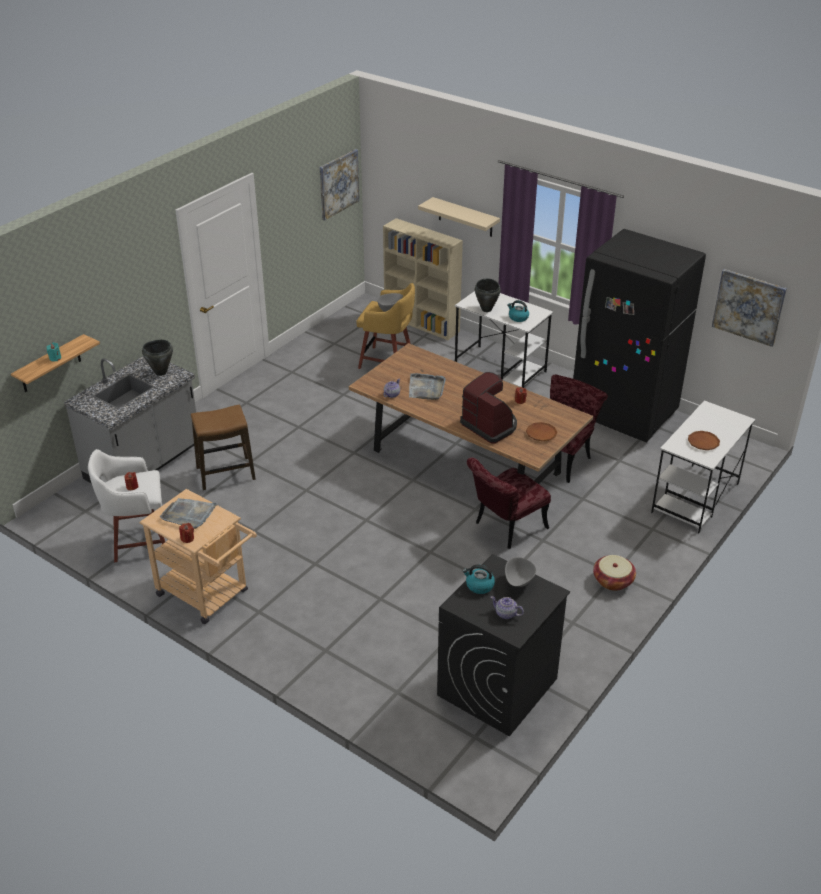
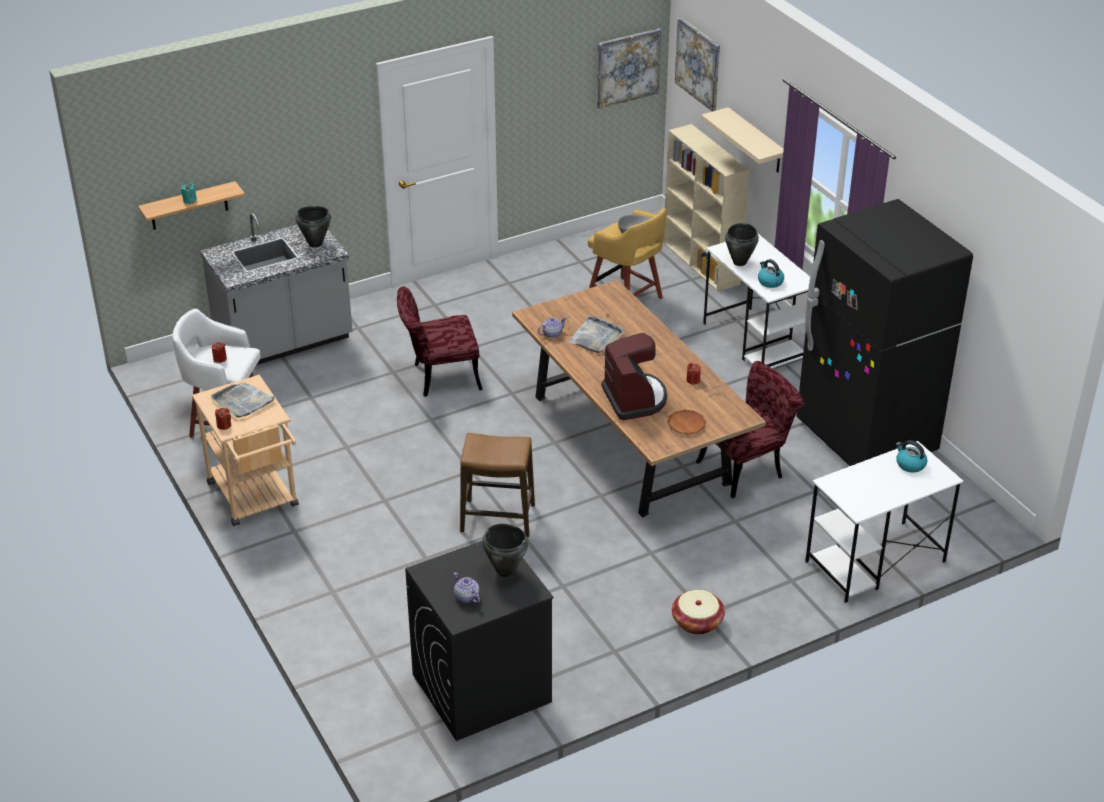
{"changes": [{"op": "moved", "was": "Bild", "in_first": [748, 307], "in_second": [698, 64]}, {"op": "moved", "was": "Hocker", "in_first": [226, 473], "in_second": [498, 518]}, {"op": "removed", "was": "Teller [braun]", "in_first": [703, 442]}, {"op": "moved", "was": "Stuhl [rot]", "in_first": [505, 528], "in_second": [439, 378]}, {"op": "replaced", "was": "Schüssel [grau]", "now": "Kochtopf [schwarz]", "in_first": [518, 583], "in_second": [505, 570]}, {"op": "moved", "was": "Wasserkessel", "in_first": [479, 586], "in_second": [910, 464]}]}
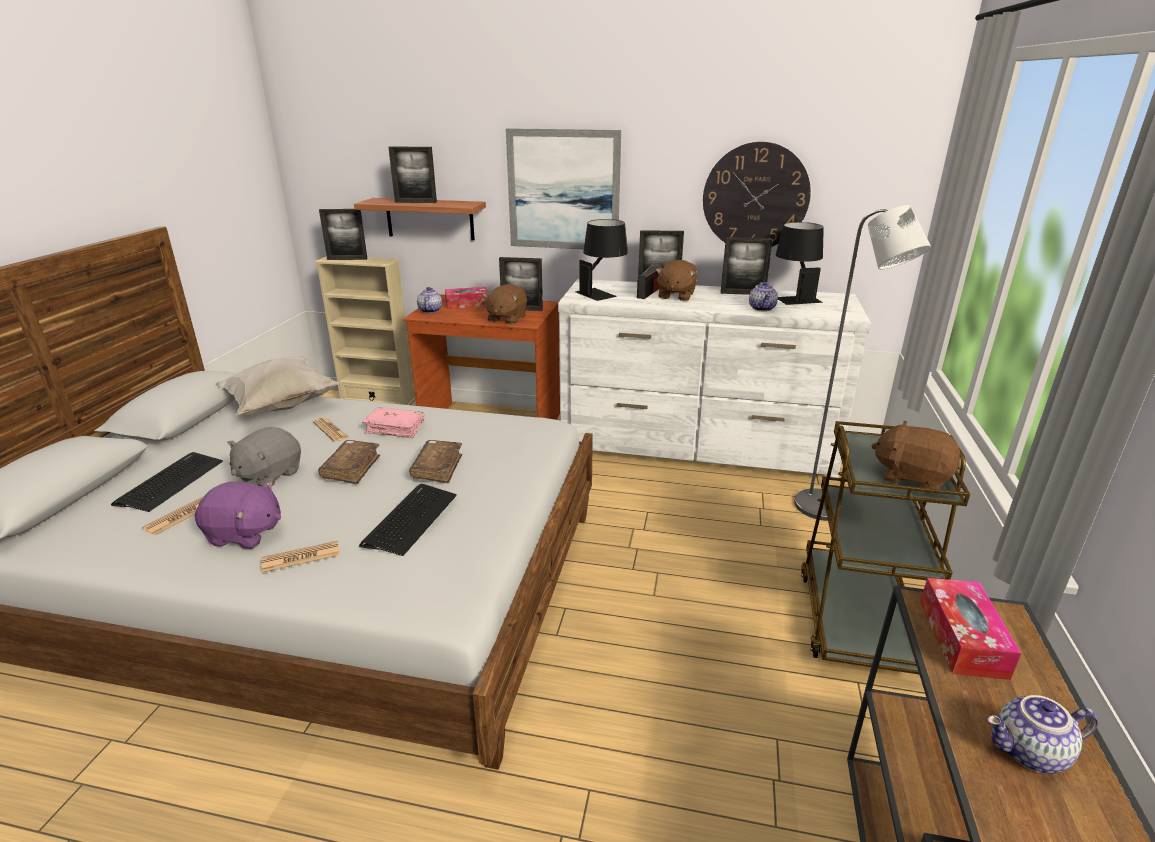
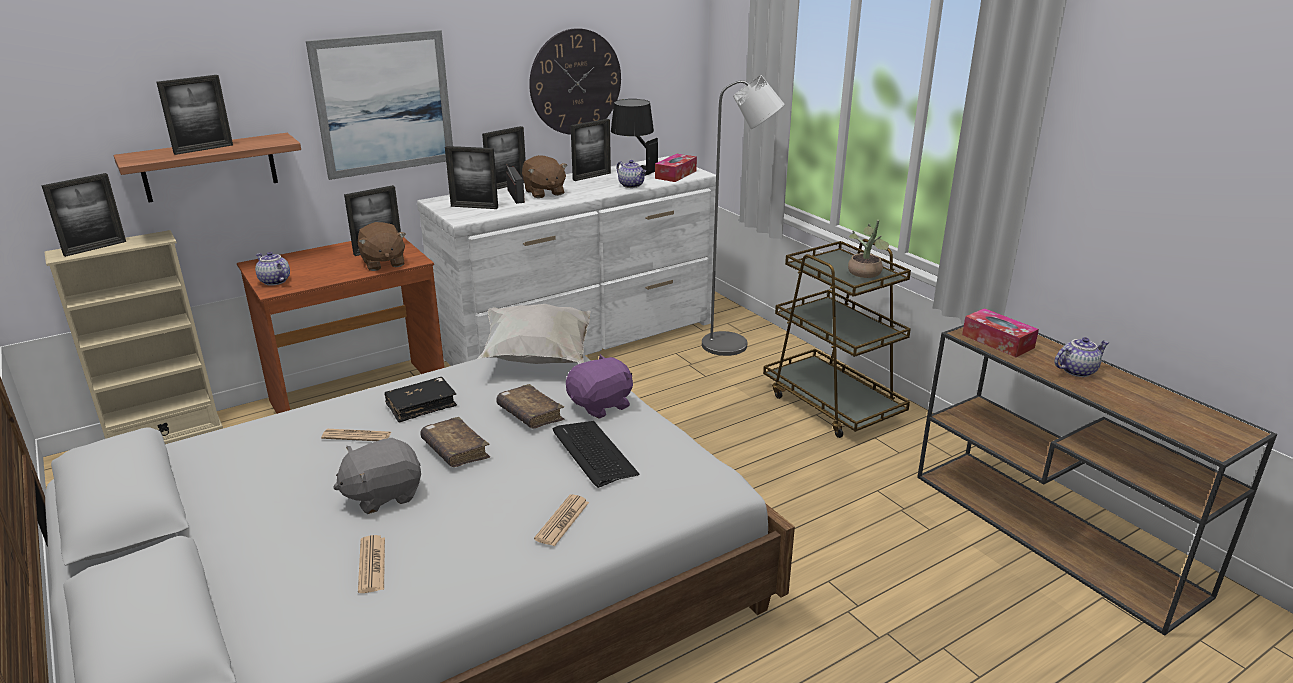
{"changes": [{"op": "replaced", "was": "Tischlampe [schwarz]", "now": "Bilderrahmen", "in_first": [602, 292], "in_second": [474, 207]}, {"op": "moved", "was": "Taschentuchbox", "in_first": [467, 304], "in_second": [675, 174]}, {"op": "moved", "was": "Kissen [weiß]", "in_first": [280, 406], "in_second": [538, 359]}, {"op": "recoloured", "was": "Buch [rosa]", "now": "Buch [schwarz]", "in_first": [395, 428], "in_second": [421, 406]}, {"op": "replaced", "was": "Plüschtier [braun]", "now": "Topfpflanze", "in_first": [911, 477], "in_second": [865, 274]}, {"op": "turned", "was": "Plüschtier [grau]", "in_first": [269, 475], "in_second": [383, 495], "clockwise": 75}, {"op": "removed", "was": "Tastatur", "in_first": [170, 482]}, {"op": "moved", "was": "Plüschtier [lila]", "in_first": [245, 534], "in_second": [601, 405]}, {"op": "turned", "was": "Teekanne", "in_first": [1030, 753], "in_second": [1076, 370], "clockwise": -150}]}
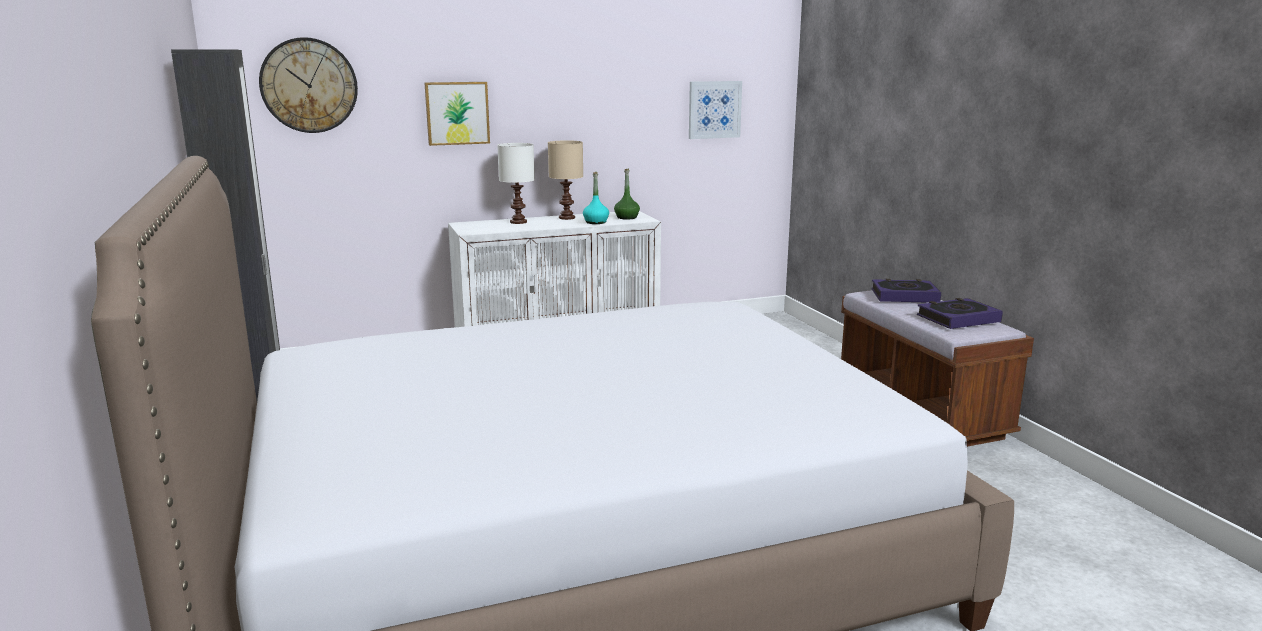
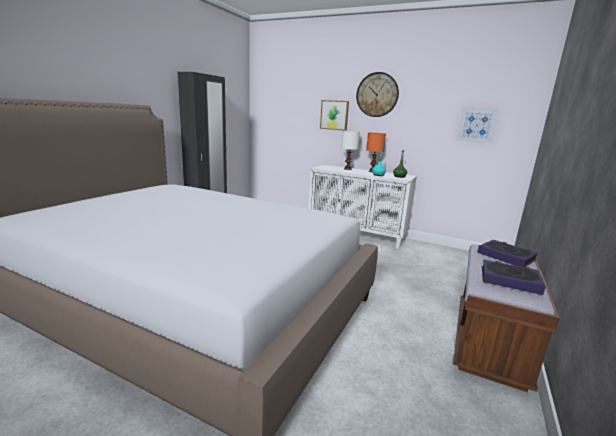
{"changes": [{"op": "moved", "was": "Wanduhr", "in_first": [309, 85], "in_second": [377, 95]}, {"op": "recoloured", "was": "Tischlampe [beige]", "now": "Tischlampe [orange]", "in_first": [567, 218], "in_second": [372, 171]}]}
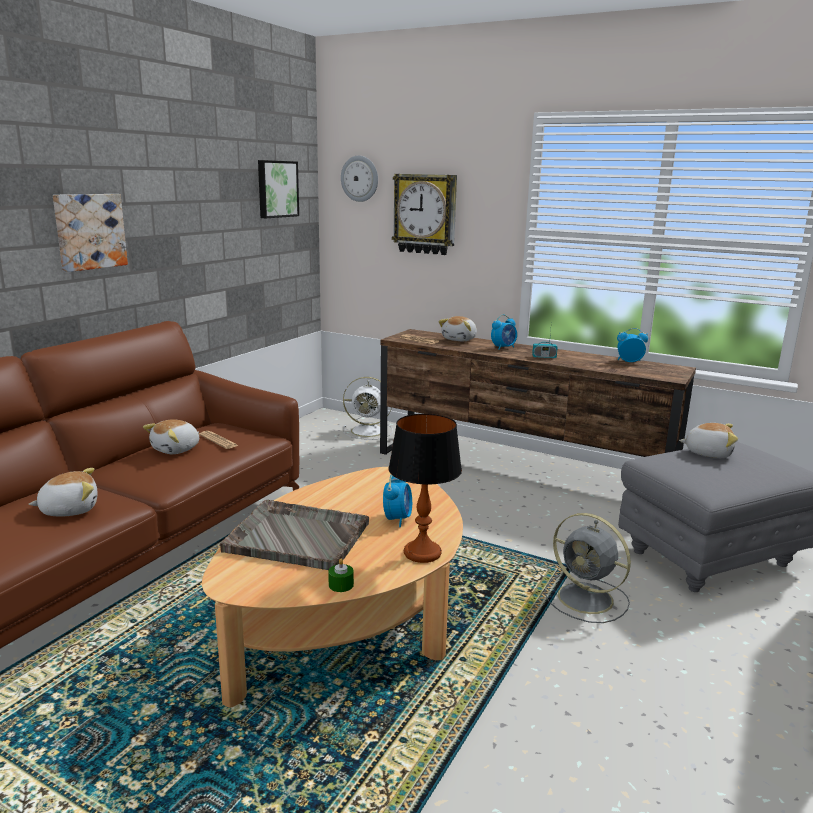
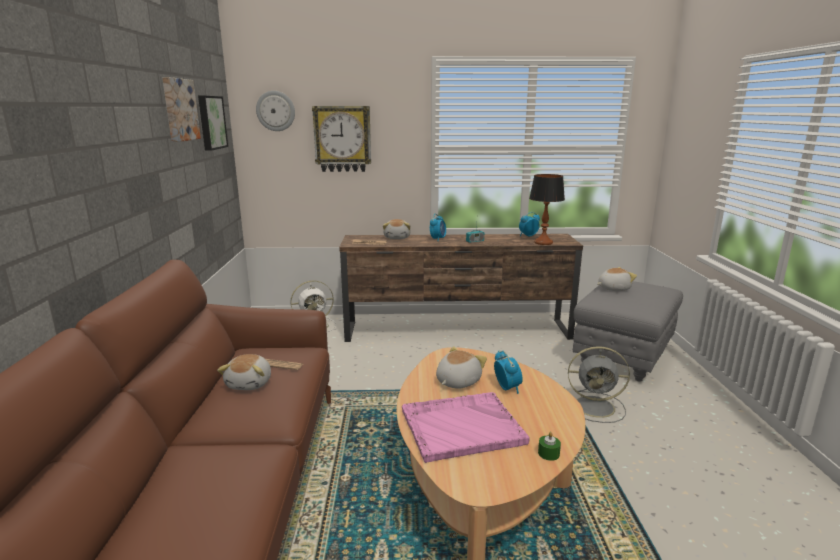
{"changes": [{"op": "moved", "was": "Bild", "in_first": [89, 231], "in_second": [179, 110]}, {"op": "moved", "was": "Tischlampe", "in_first": [423, 553], "in_second": [543, 242]}, {"op": "moved", "was": "Plüschtier", "in_first": [69, 509], "in_second": [457, 381]}, {"op": "recoloured", "was": "Tablett [grau]", "now": "Tablett [rosa]", "in_first": [296, 536], "in_second": [461, 427]}]}
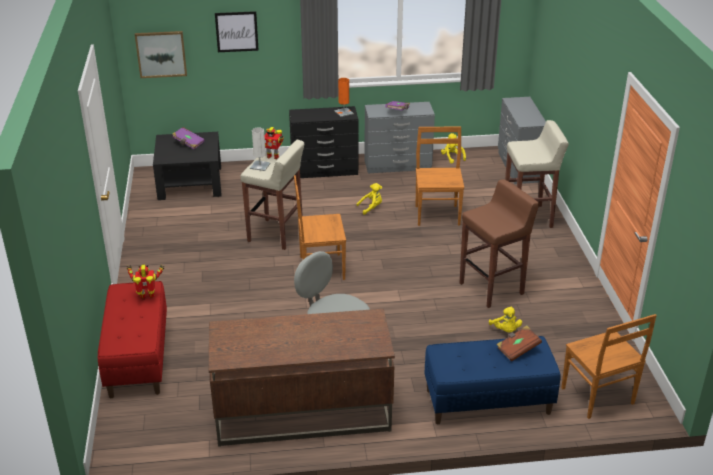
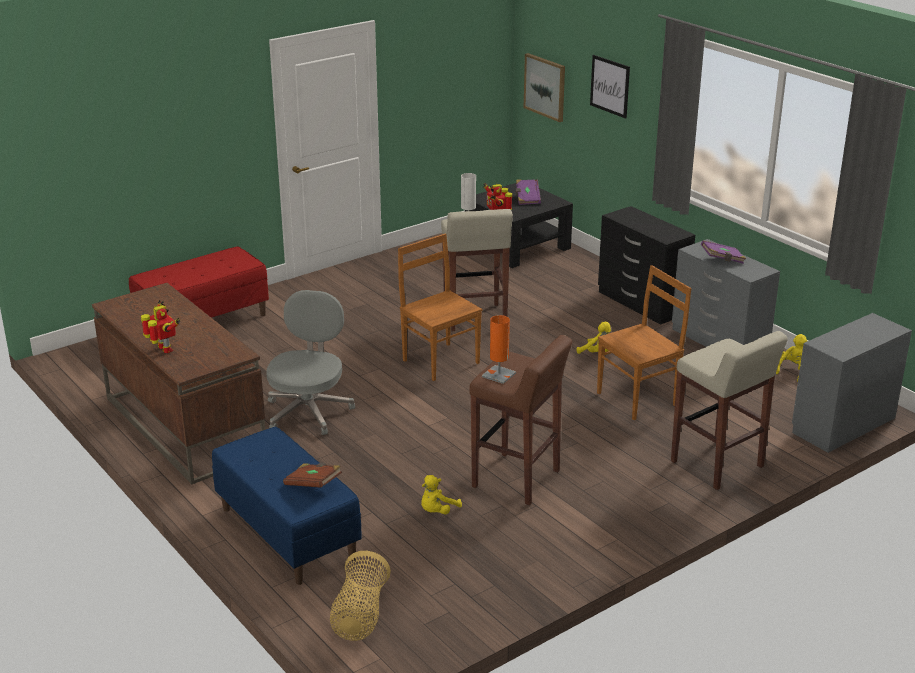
{"changes": [{"op": "moved", "was": "Tischlampe [orange]", "in_first": [344, 112], "in_second": [499, 375]}, {"op": "moved", "was": "Spielzeugroboter", "in_first": [147, 297], "in_second": [164, 350]}, {"op": "replaced", "was": "Stuhl [braun]", "now": "Korb", "in_first": [598, 397], "in_second": [360, 615]}]}
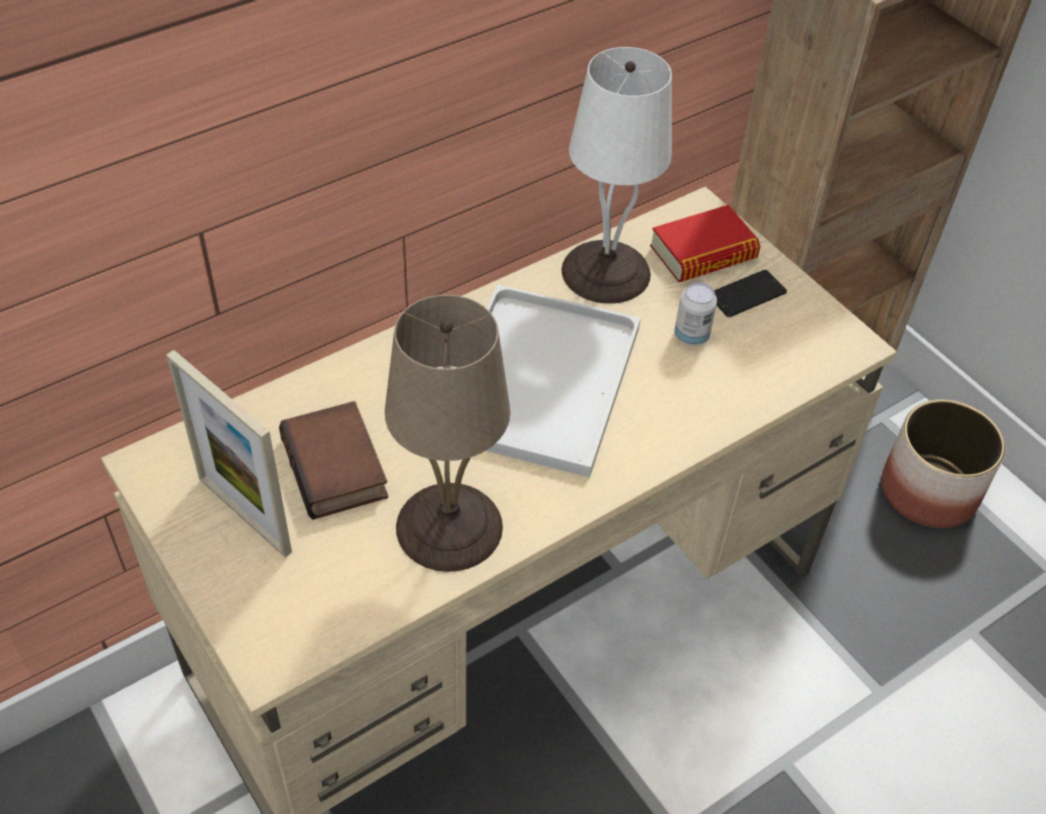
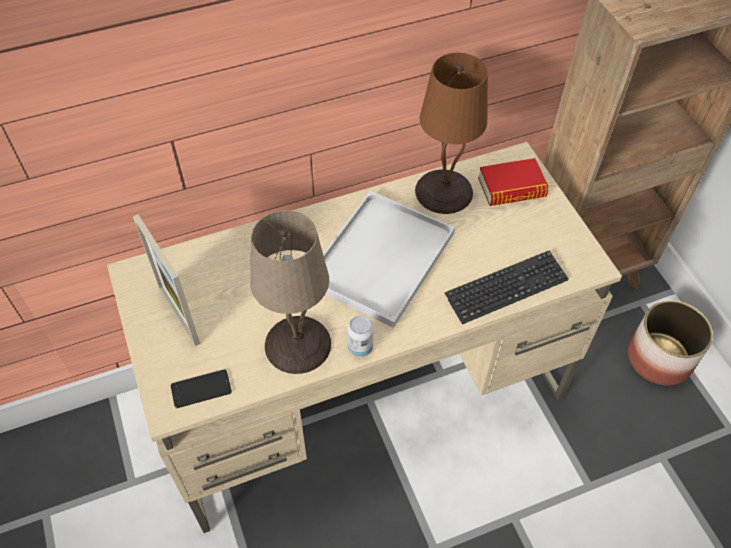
{"changes": [{"op": "recoloured", "was": "Tischlampe [weiß]", "now": "Tischlampe [braun]", "in_first": [604, 271], "in_second": [443, 190]}, {"op": "moved", "was": "Handy", "in_first": [747, 294], "in_second": [201, 389]}, {"op": "moved", "was": "Dose", "in_first": [691, 336], "in_second": [360, 347]}, {"op": "removed", "was": "Buch", "in_first": [338, 468]}, {"op": "added", "now": "Tastatur", "in_second": [506, 288]}]}
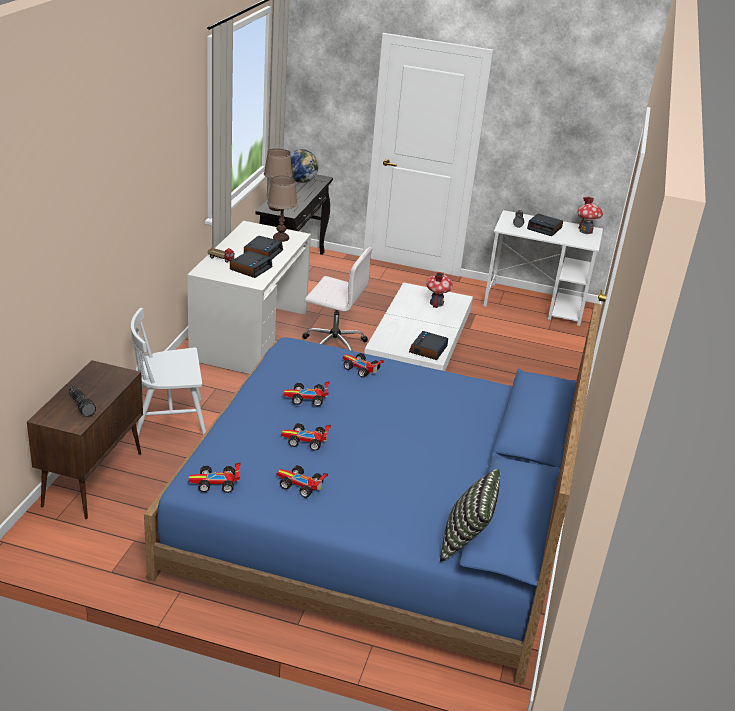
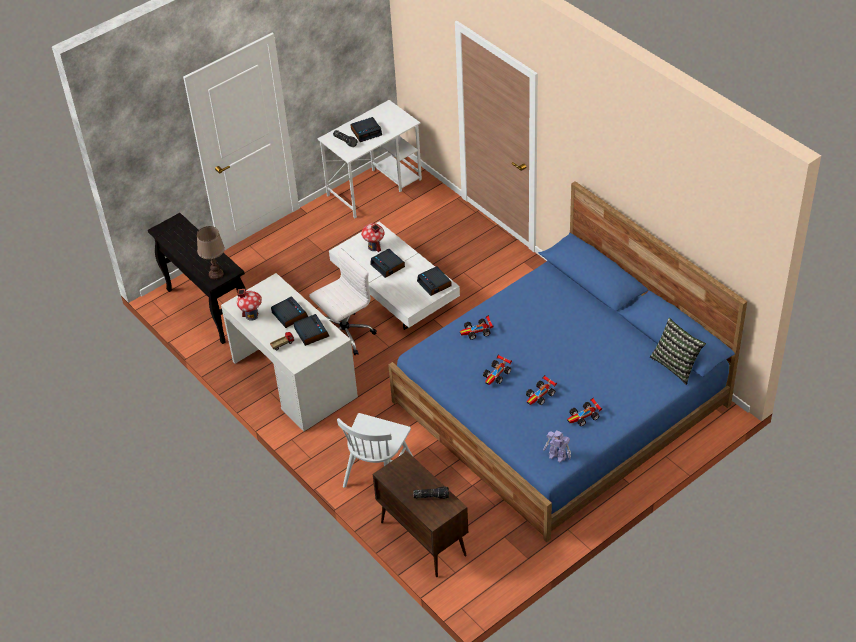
{"changes": [{"op": "removed", "was": "Globus", "in_first": [301, 181]}, {"op": "removed", "was": "Tischlampe [braun]", "in_first": [281, 238]}, {"op": "moved", "was": "Spielzeughaus", "in_first": [586, 231], "in_second": [252, 315]}, {"op": "replaced", "was": "Spielzeugauto", "now": "Spielzeugroboter", "in_first": [216, 483], "in_second": [557, 456]}, {"op": "added", "now": "Wecker", "in_second": [388, 266]}]}
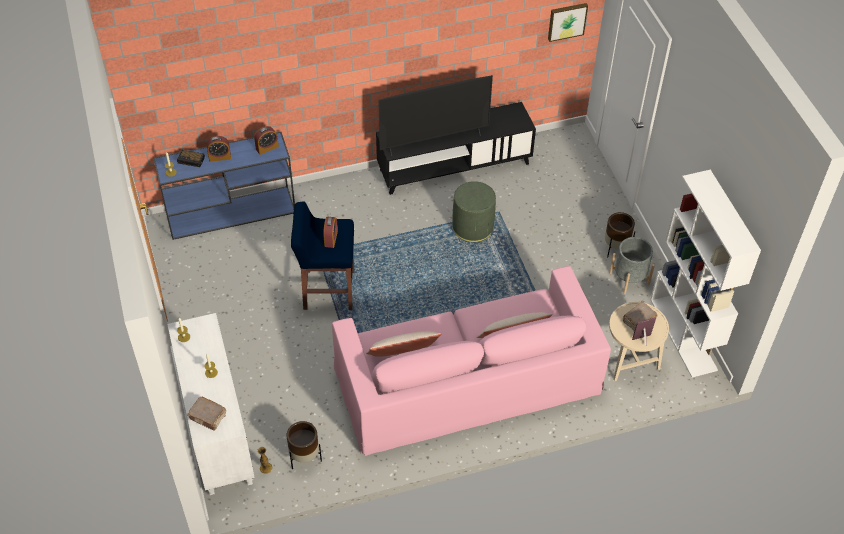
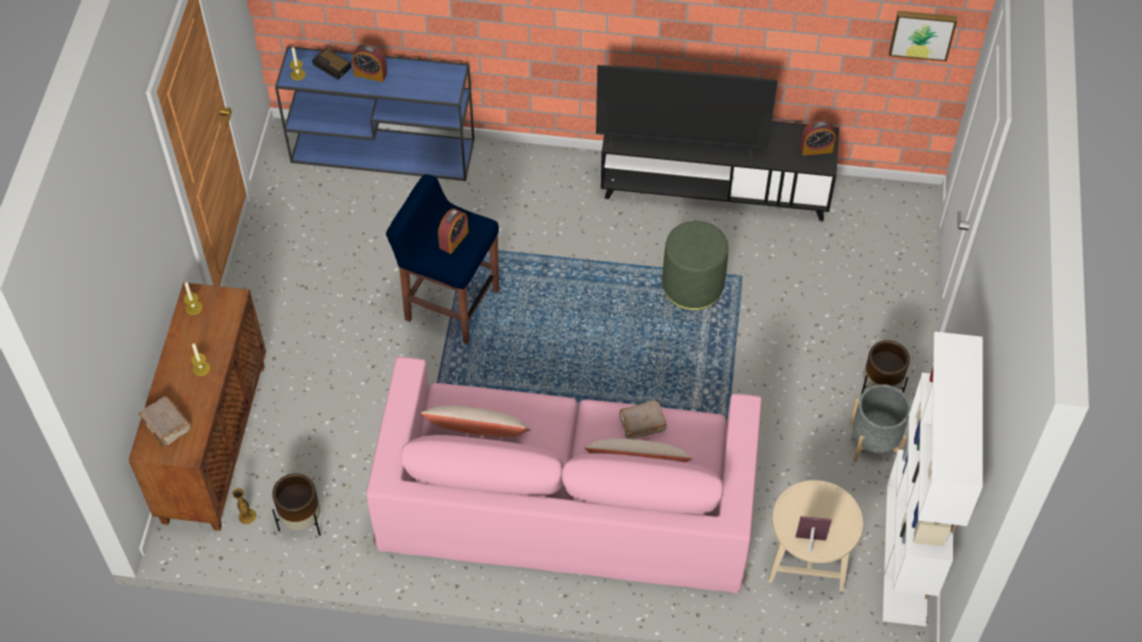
{"changes": [{"op": "moved", "was": "Wecker", "in_first": [267, 148], "in_second": [816, 149]}, {"op": "moved", "was": "Buch [braun]", "in_first": [638, 321], "in_second": [641, 424]}, {"op": "recoloured", "was": "Schrank [weiß]", "now": "Schrank [braun]", "in_first": [216, 430], "in_second": [213, 441]}]}
